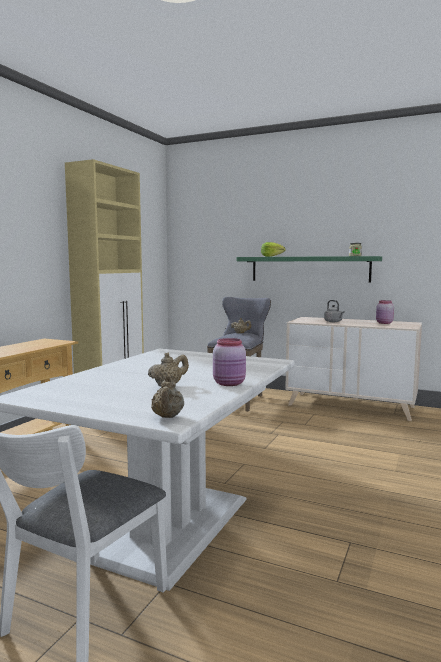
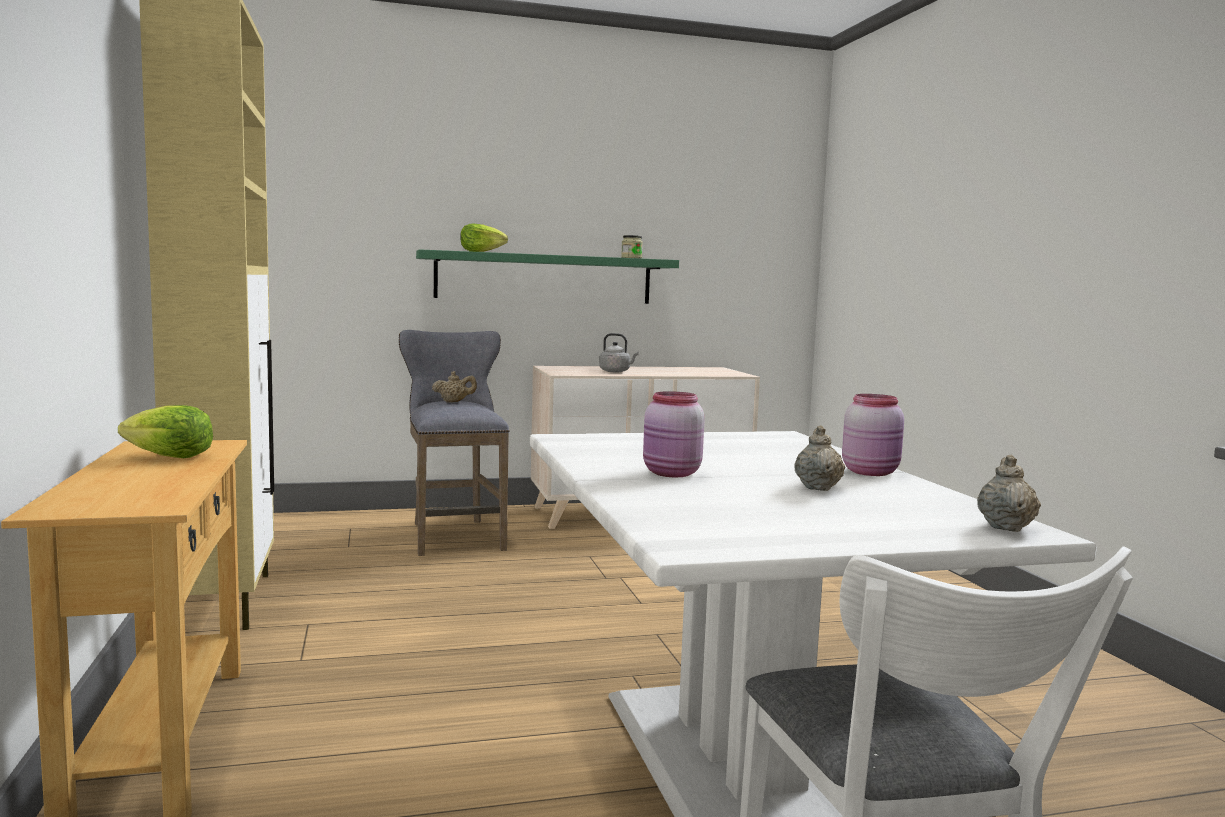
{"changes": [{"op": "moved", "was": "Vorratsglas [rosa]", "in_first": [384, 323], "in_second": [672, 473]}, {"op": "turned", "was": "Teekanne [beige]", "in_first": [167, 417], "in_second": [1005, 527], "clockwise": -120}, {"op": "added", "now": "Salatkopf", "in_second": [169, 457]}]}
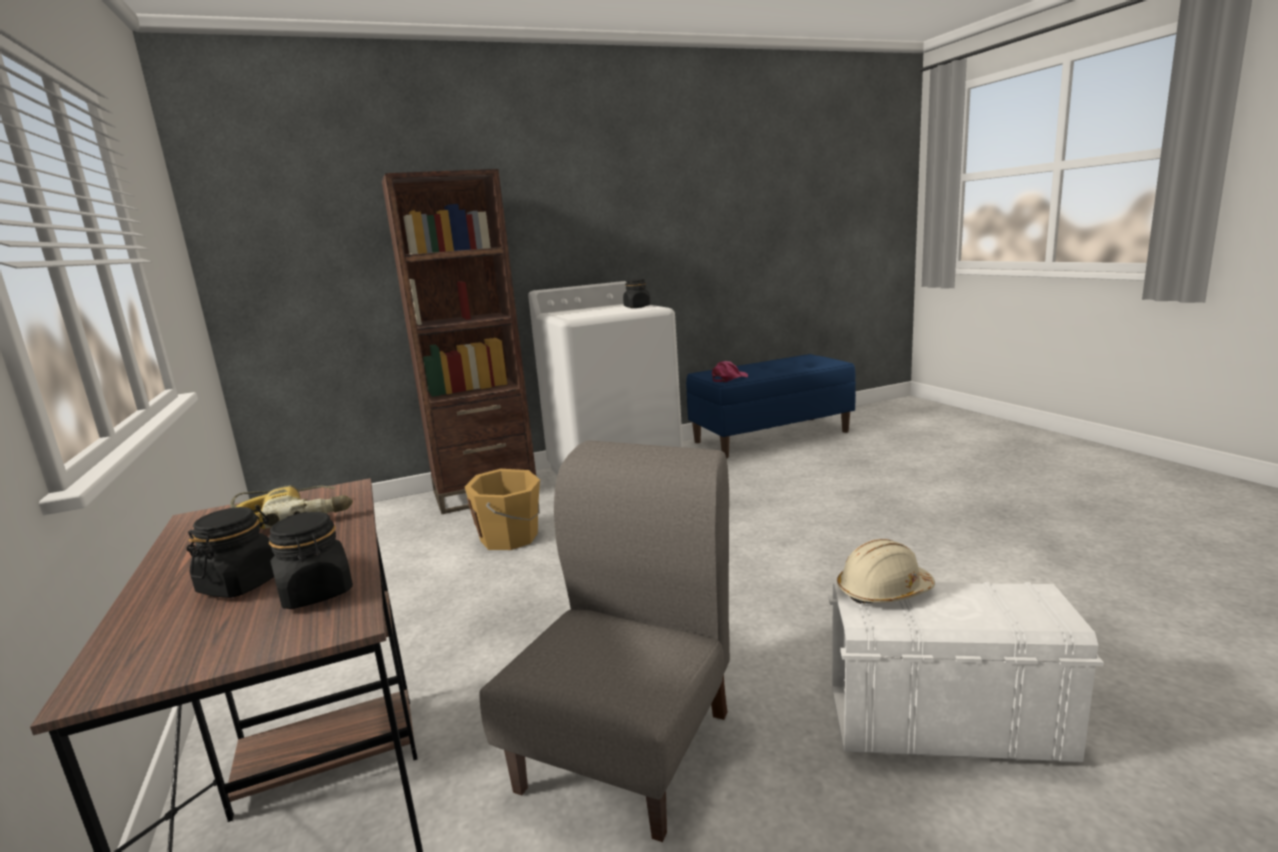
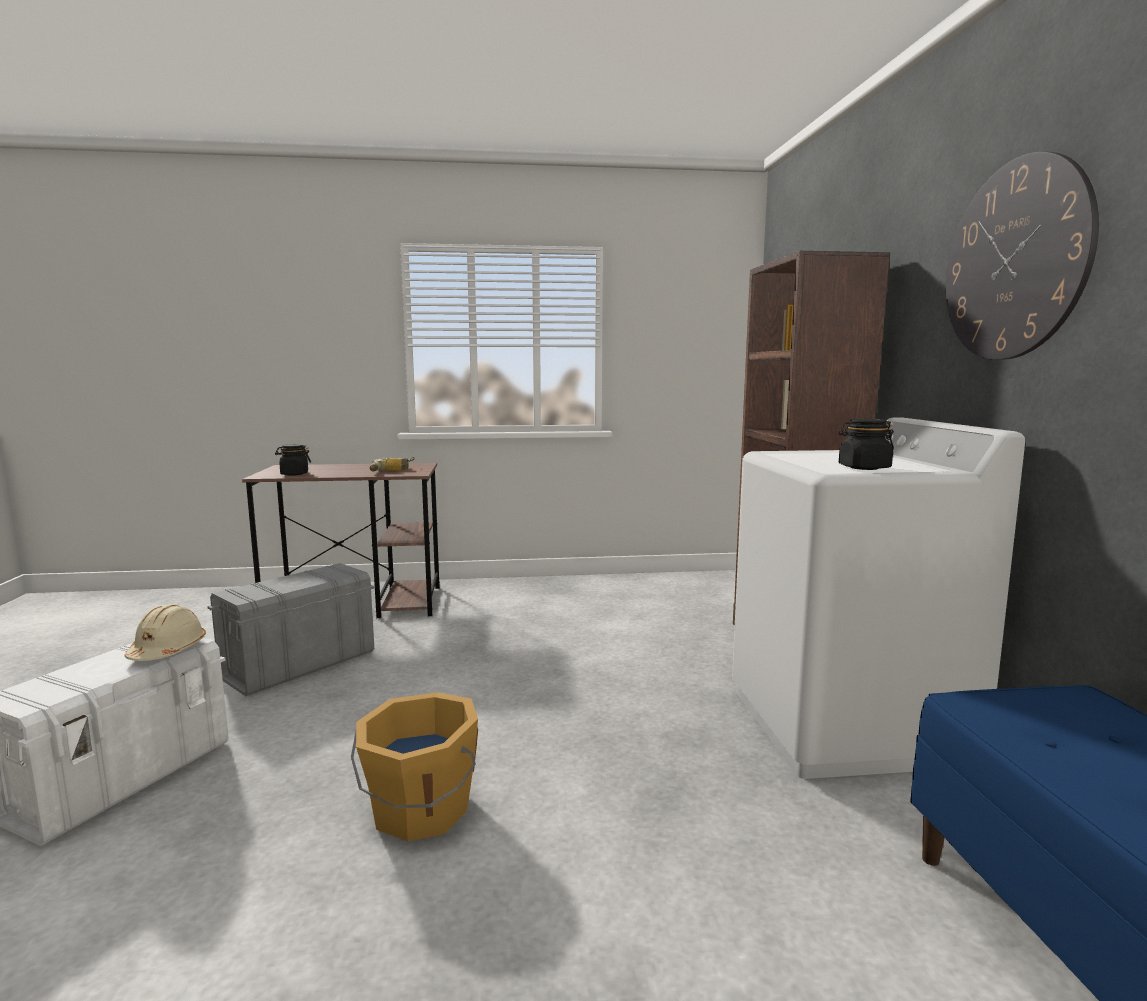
{"changes": [{"op": "removed", "was": "Kappe [rosa]", "in_first": [729, 378]}, {"op": "replaced", "was": "Stuhl [grau]", "now": "Aufbewahrungsbox [grau]", "in_first": [629, 749], "in_second": [299, 665]}, {"op": "moved", "was": "Eimer [orange]", "in_first": [511, 537], "in_second": [420, 811]}, {"op": "removed", "was": "Vorratsglas [schwarz]", "in_first": [241, 584]}, {"op": "added", "now": "Wanduhr", "in_second": [1014, 260]}]}
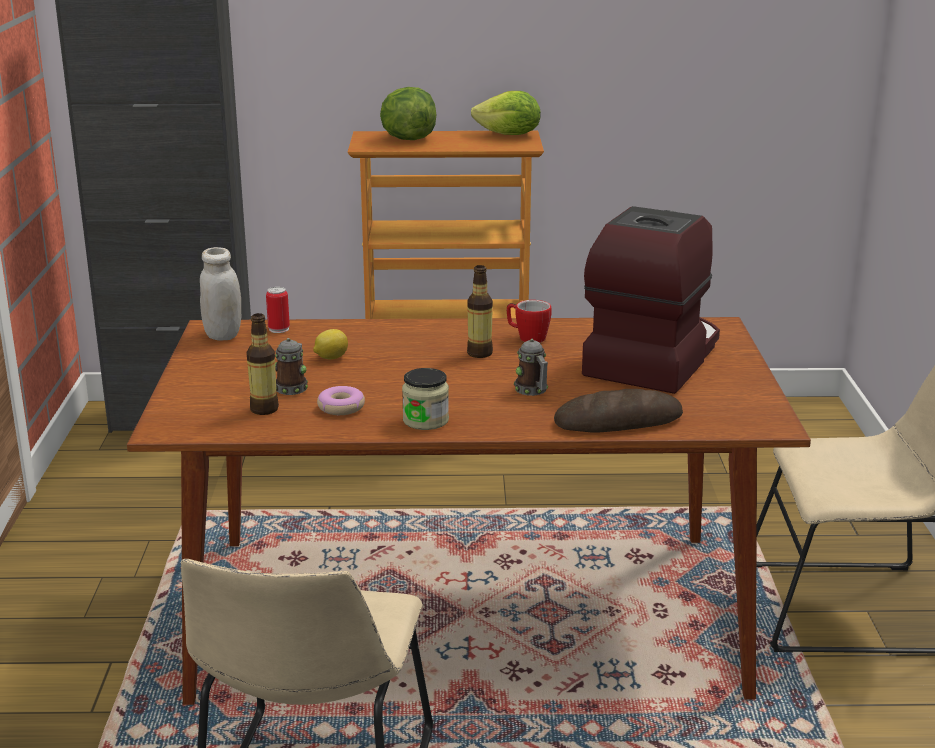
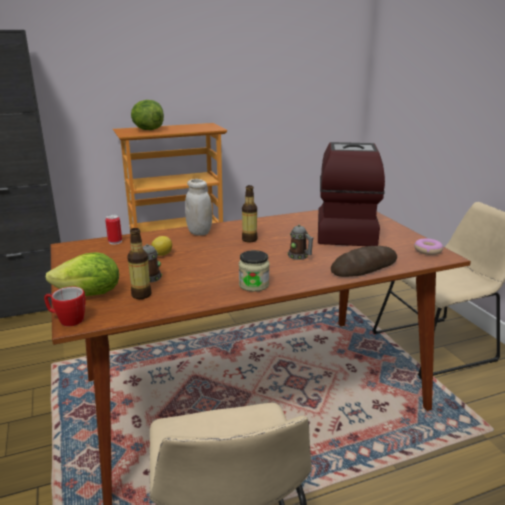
{"changes": [{"op": "moved", "was": "Salatkopf", "in_first": [509, 135], "in_second": [89, 294]}, {"op": "moved", "was": "Vorratsglas [weiß]", "in_first": [223, 335], "in_second": [199, 232]}, {"op": "moved", "was": "Henkelbecher", "in_first": [527, 337], "in_second": [67, 320]}, {"op": "moved", "was": "Donut", "in_first": [341, 407], "in_second": [427, 250]}]}
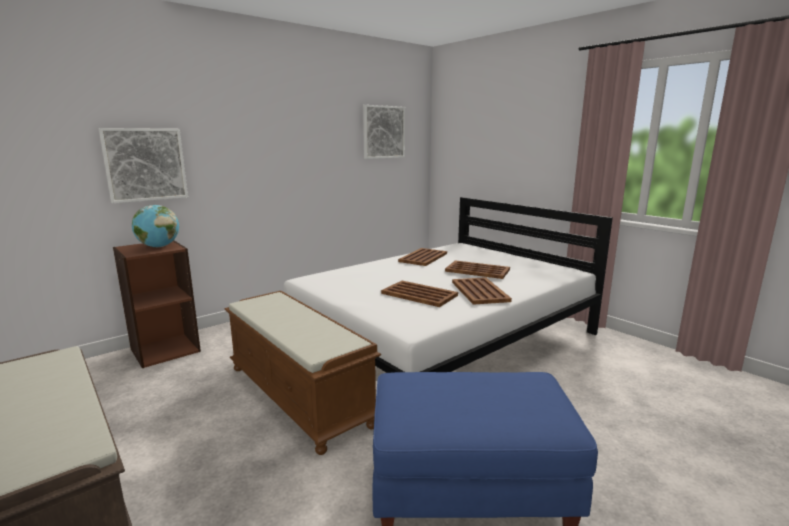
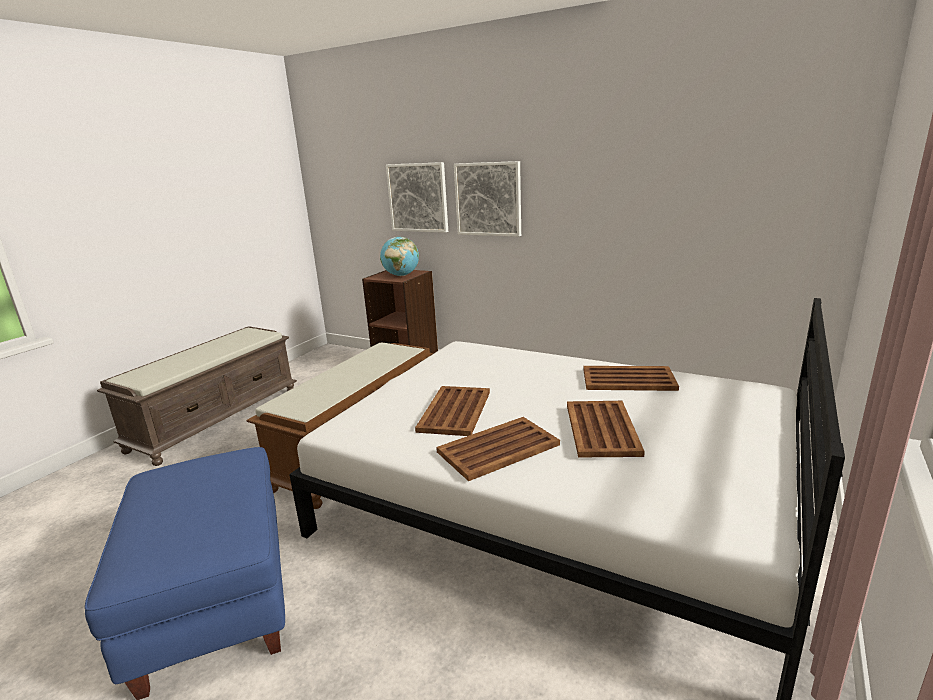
{"changes": [{"op": "moved", "was": "Bild", "in_first": [383, 132], "in_second": [488, 199]}]}
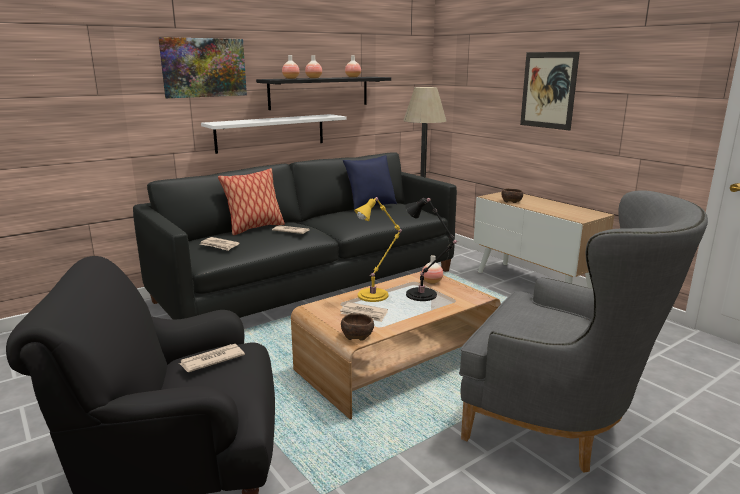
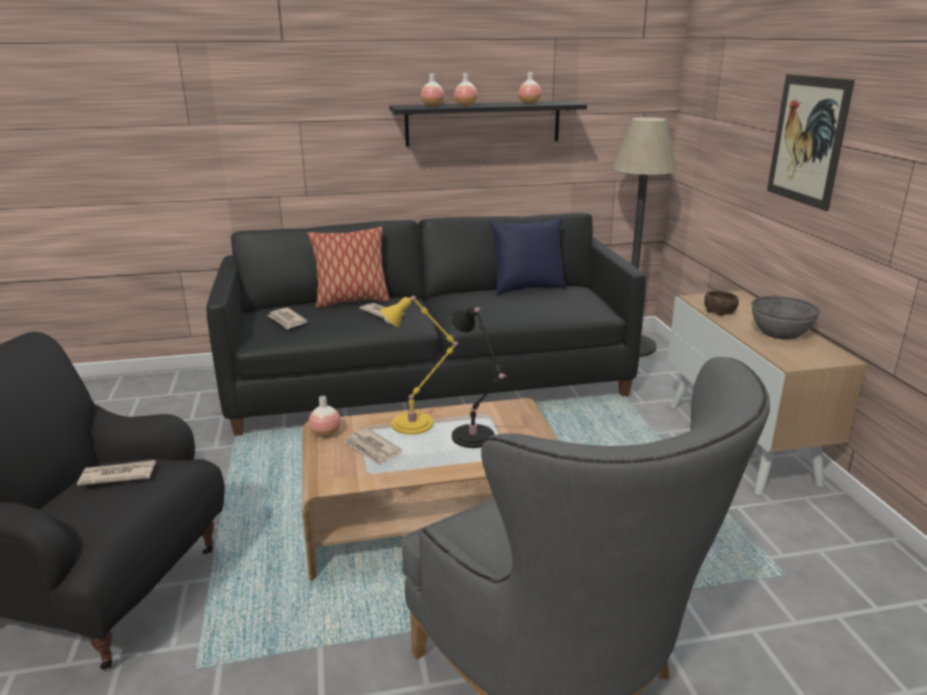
{"changes": [{"op": "removed", "was": "Bild", "in_first": [204, 67]}, {"op": "removed", "was": "Wandregal [weiß]", "in_first": [271, 133]}, {"op": "moved", "was": "Vase", "in_first": [432, 282], "in_second": [325, 433]}, {"op": "removed", "was": "Schüssel [braun]", "in_first": [357, 335]}, {"op": "added", "now": "Schüssel [grau]", "in_second": [780, 333]}]}
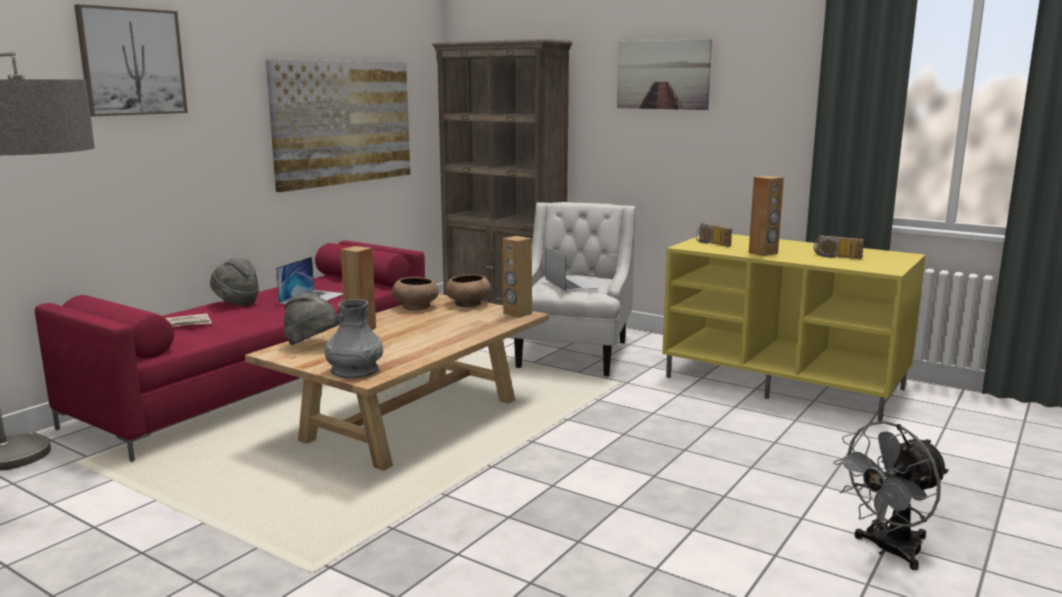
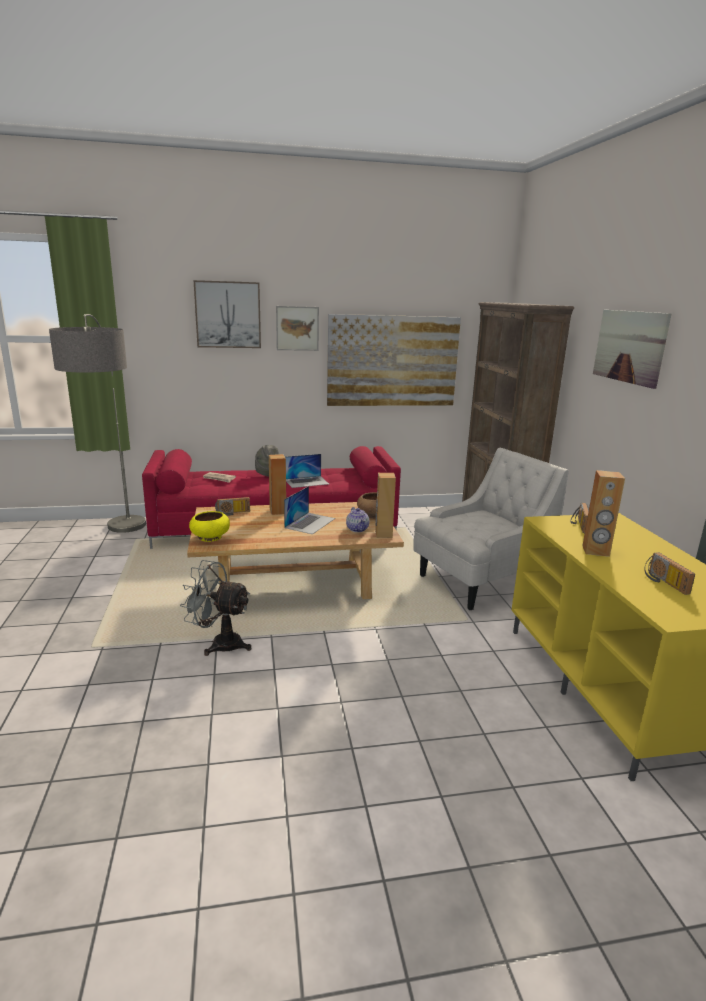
{"changes": [{"op": "moved", "was": "Laptop", "in_first": [571, 283], "in_second": [310, 523]}, {"op": "removed", "was": "Schüssel [braun]", "in_first": [416, 306]}, {"op": "replaced", "was": "Hut [grau]", "now": "Radio", "in_first": [312, 345], "in_second": [233, 513]}, {"op": "replaced", "was": "Vase [grau]", "now": "Schüssel [gelb]", "in_first": [354, 370], "in_second": [210, 537]}, {"op": "moved", "was": "Ventilator [grau]", "in_first": [888, 550], "in_second": [219, 643]}, {"op": "added", "now": "Bild", "in_second": [297, 328]}, {"op": "added", "now": "Teekanne", "in_second": [357, 529]}]}
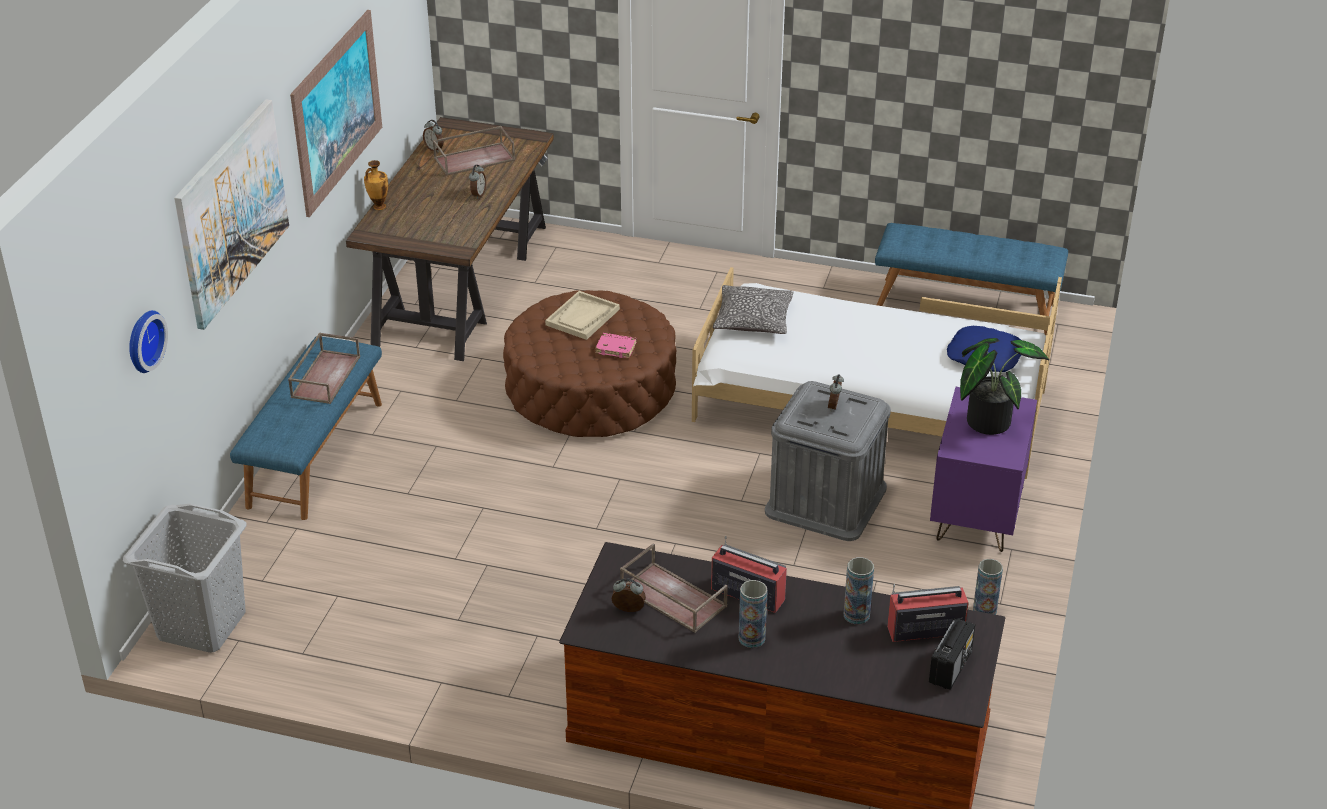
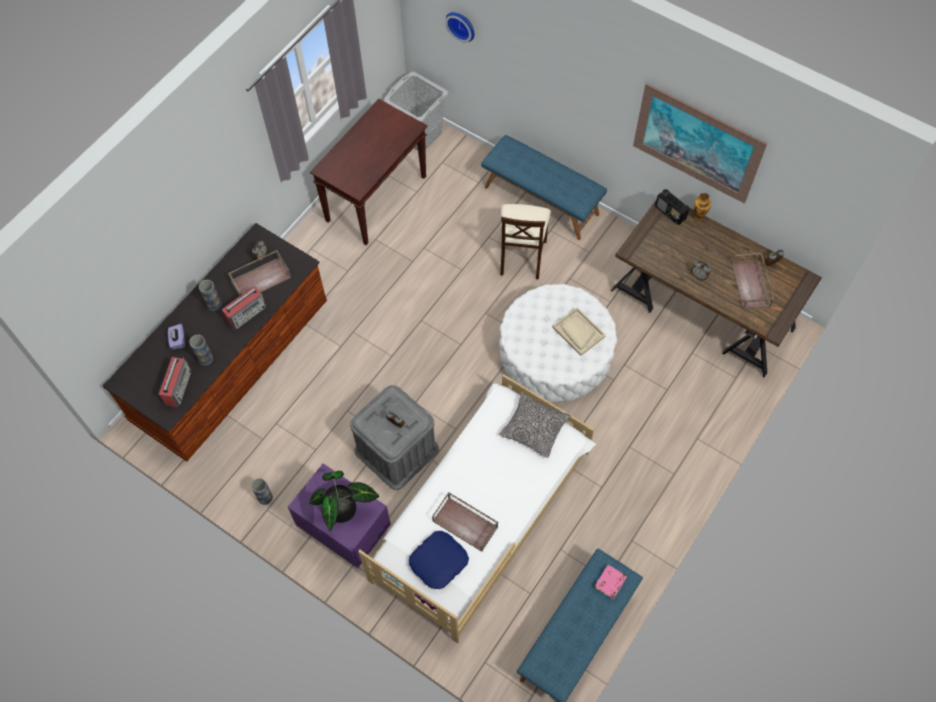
{"changes": [{"op": "removed", "was": "Bild", "in_first": [231, 212]}, {"op": "recoloured", "was": "Polsterhocker [braun]", "now": "Polsterhocker [weiß]", "in_first": [591, 390], "in_second": [555, 353]}, {"op": "moved", "was": "Tablett [braun]", "in_first": [325, 376], "in_second": [466, 524]}, {"op": "moved", "was": "Buch [rosa]", "in_first": [616, 348], "in_second": [610, 583]}, {"op": "moved", "was": "Radio", "in_first": [950, 667], "in_second": [670, 213]}, {"op": "added", "now": "Konsolentisch [braun]", "in_second": [376, 198]}, {"op": "added", "now": "Stuhl [beige]", "in_second": [522, 256]}, {"op": "added", "now": "Taschentuchbox [lila]", "in_second": [178, 340]}]}
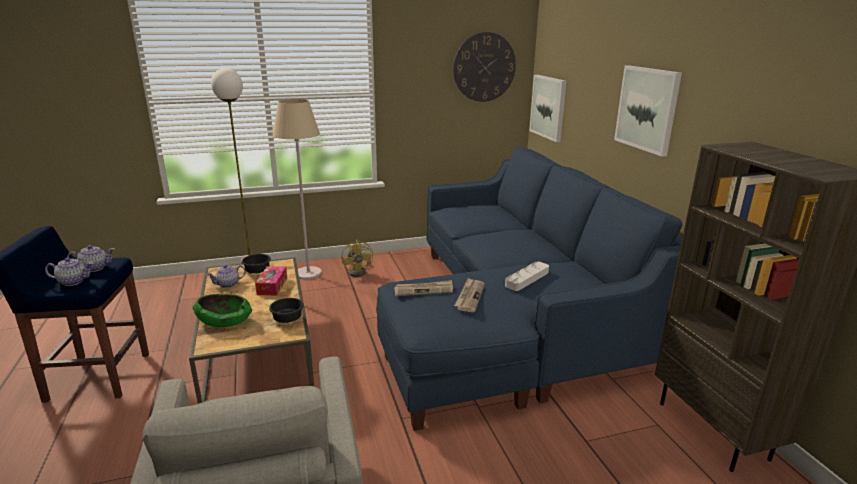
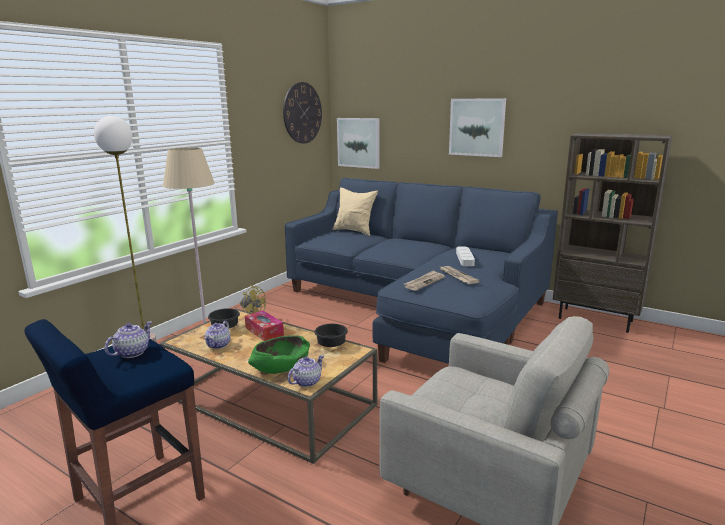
{"changes": [{"op": "moved", "was": "Teekanne", "in_first": [73, 281], "in_second": [307, 381]}, {"op": "added", "now": "Kissen [beige]", "in_second": [354, 231]}]}
